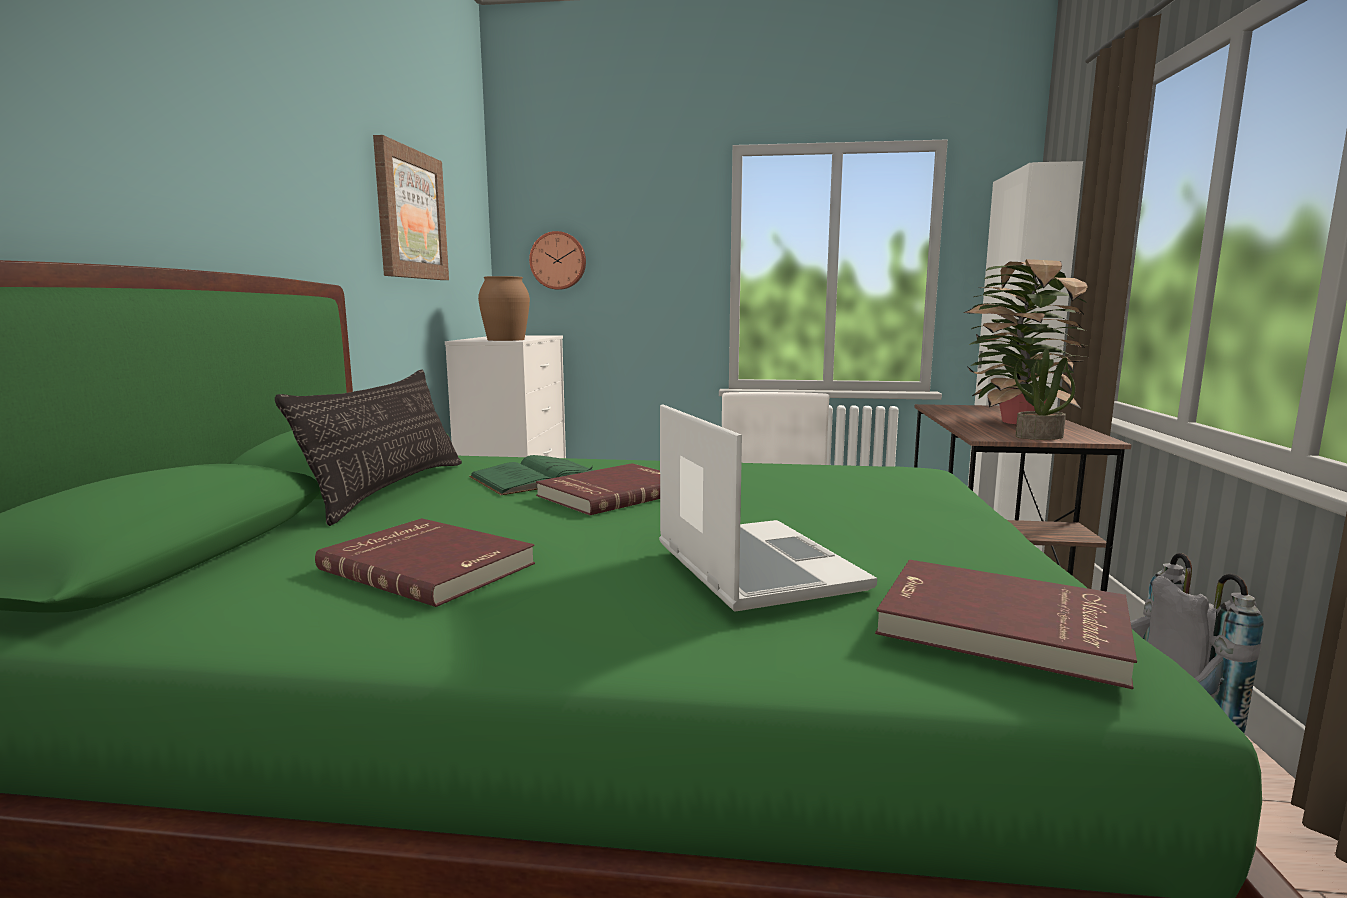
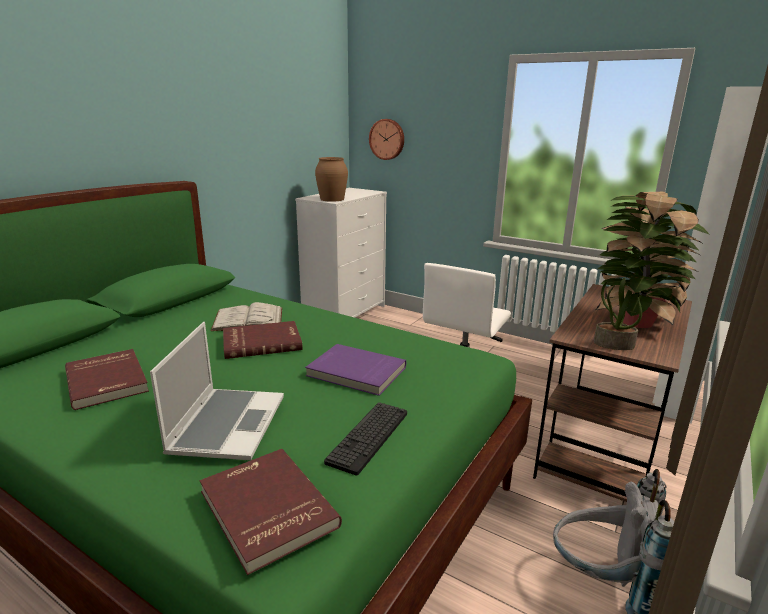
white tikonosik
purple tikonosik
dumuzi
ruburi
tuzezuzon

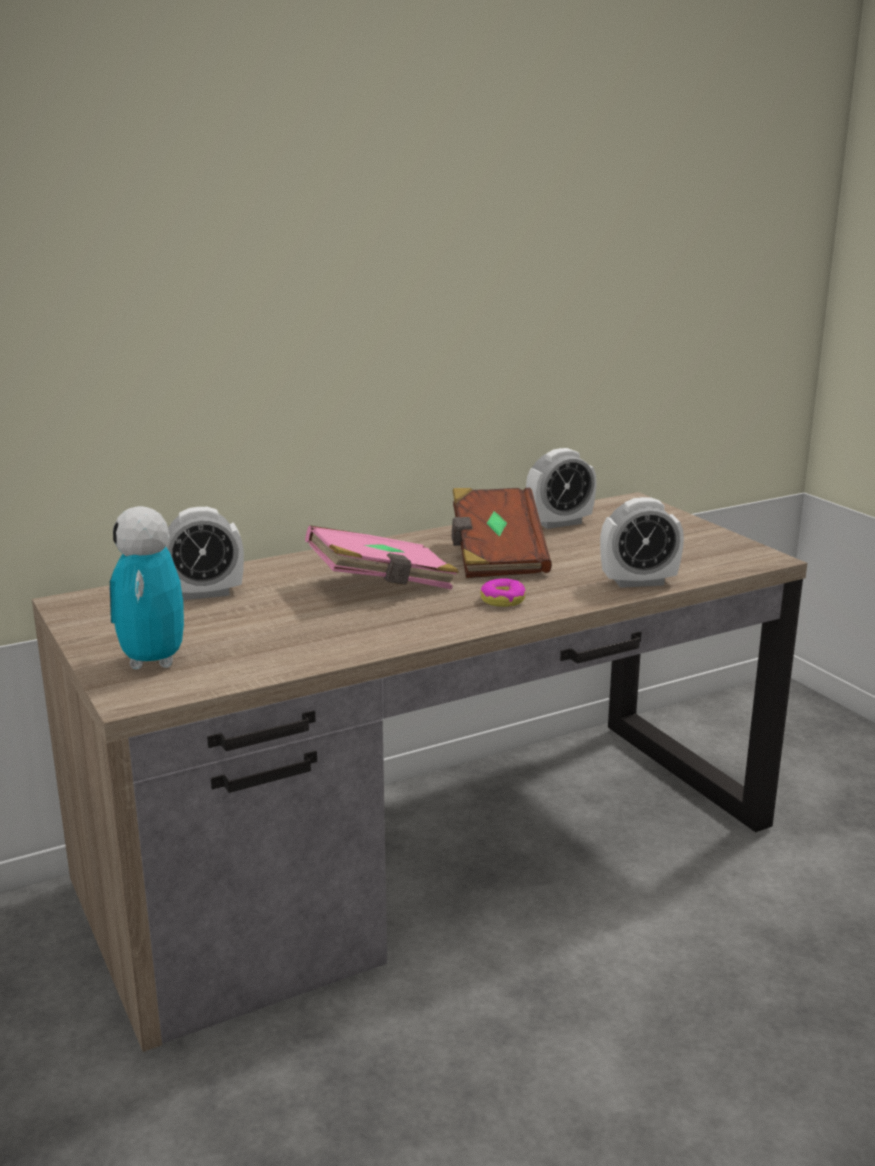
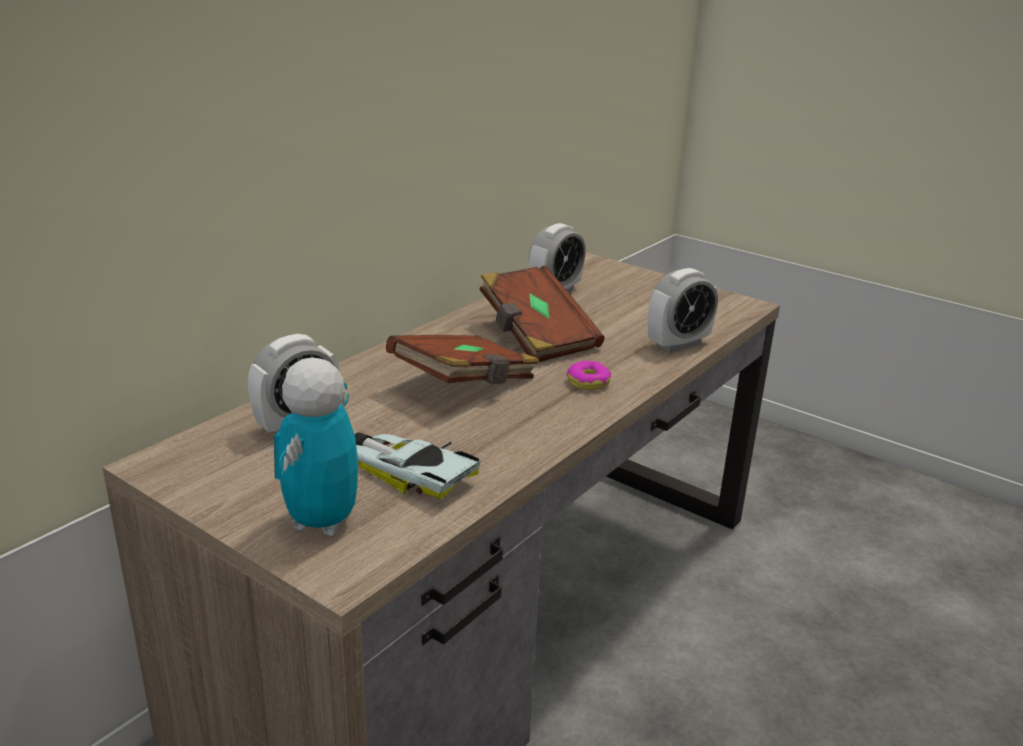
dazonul
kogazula
brown tikonosik (1st from left)

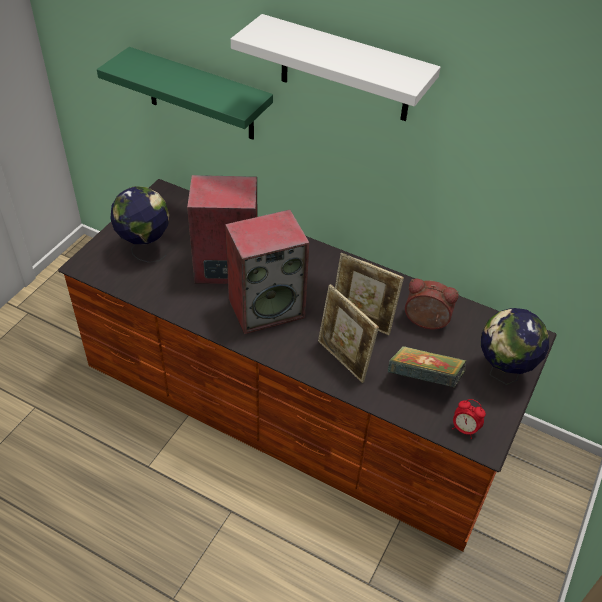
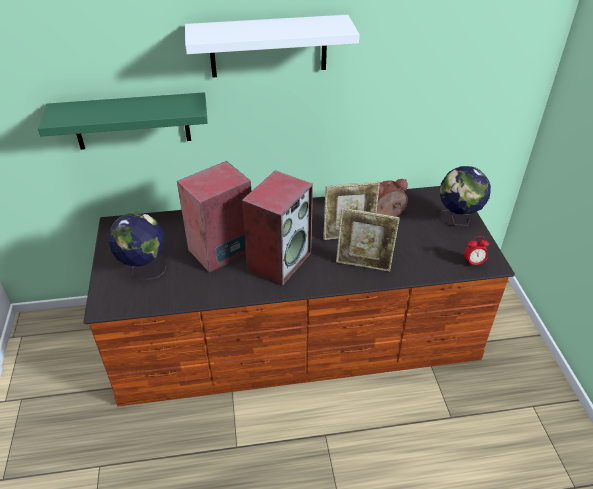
tikonosik

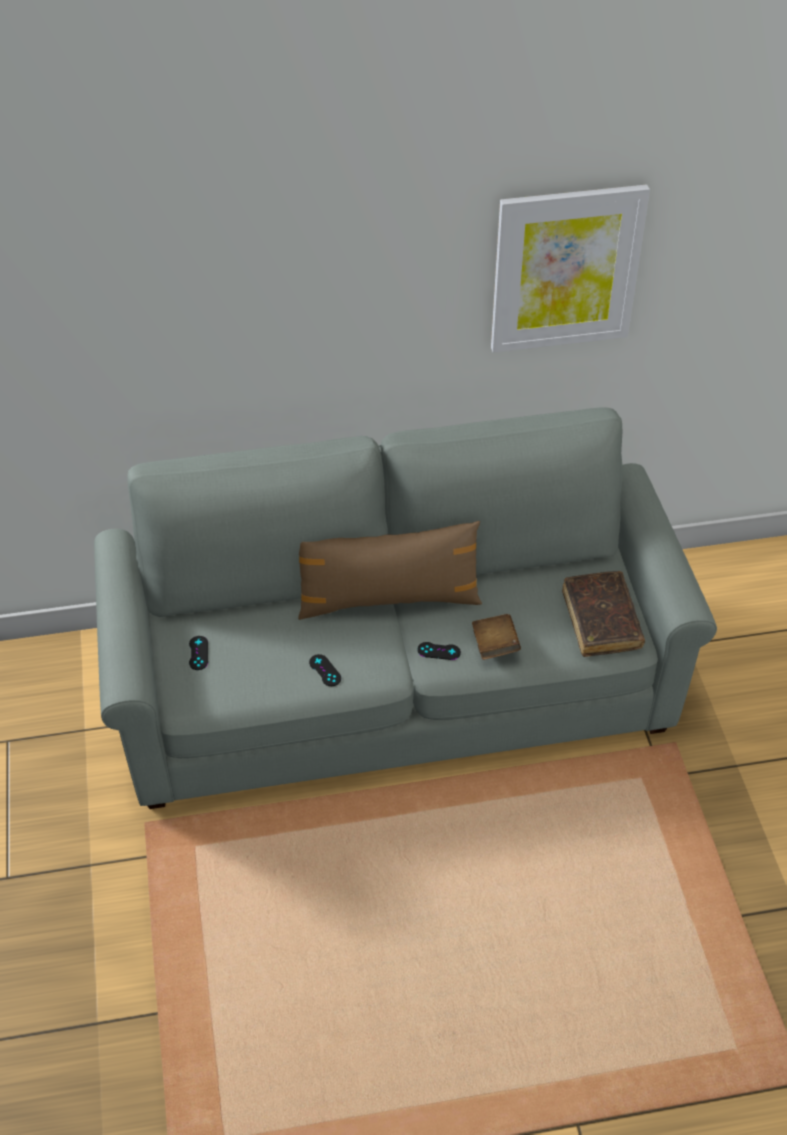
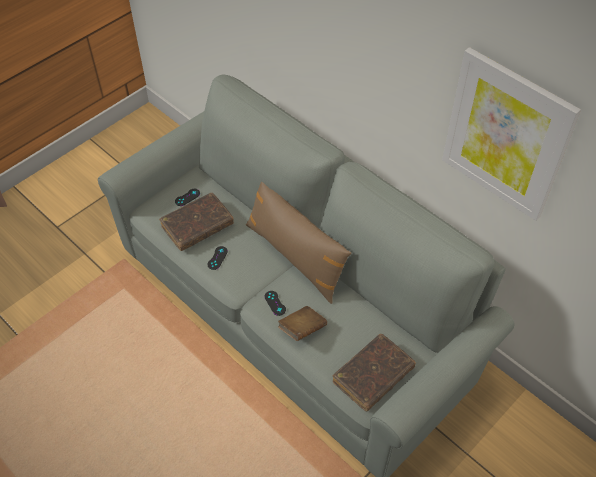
brown tikonosik (1st from left)

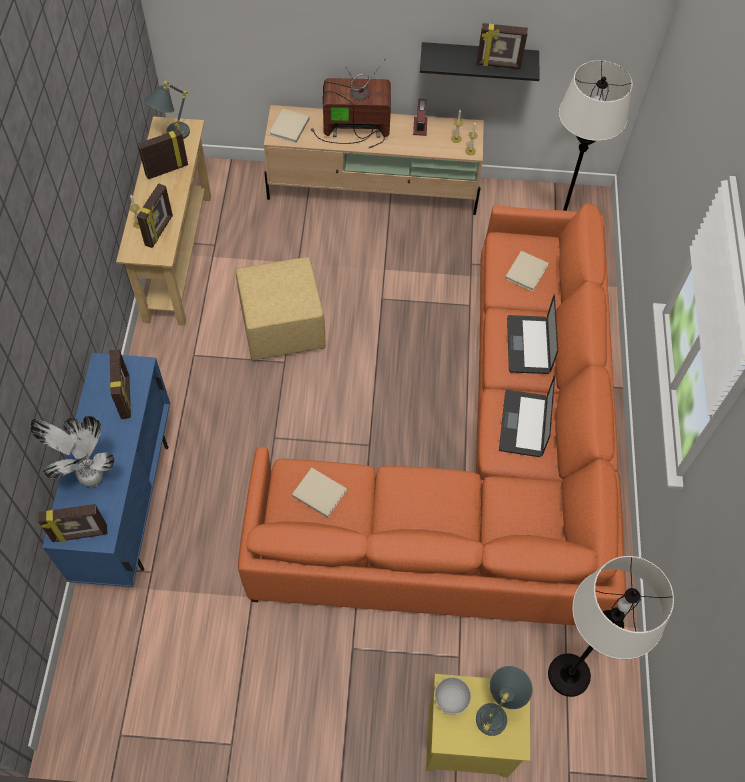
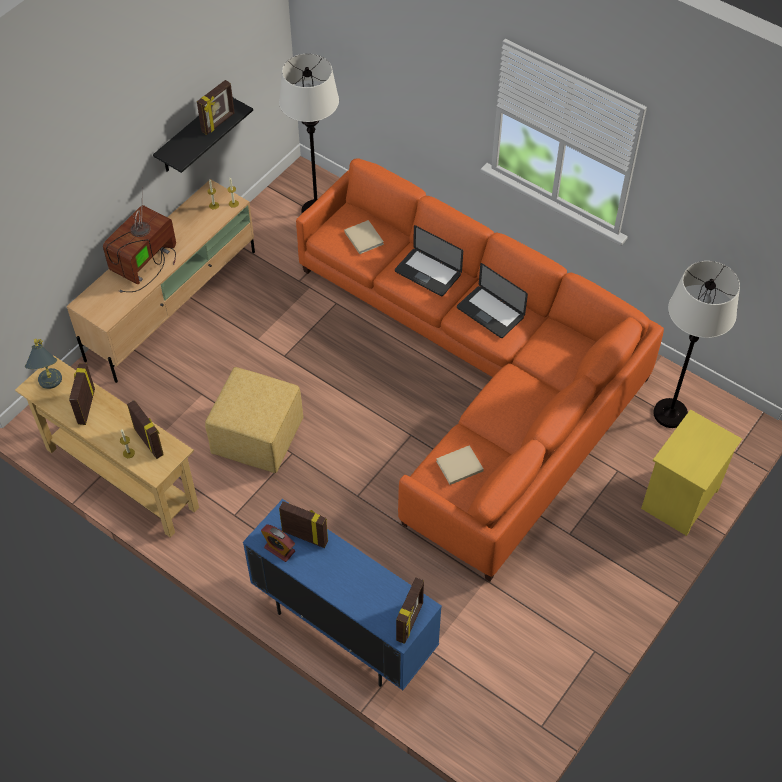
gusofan
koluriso
beige tikonosik (1st from left in the first image)
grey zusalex
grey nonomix (2nd from left in the first image)

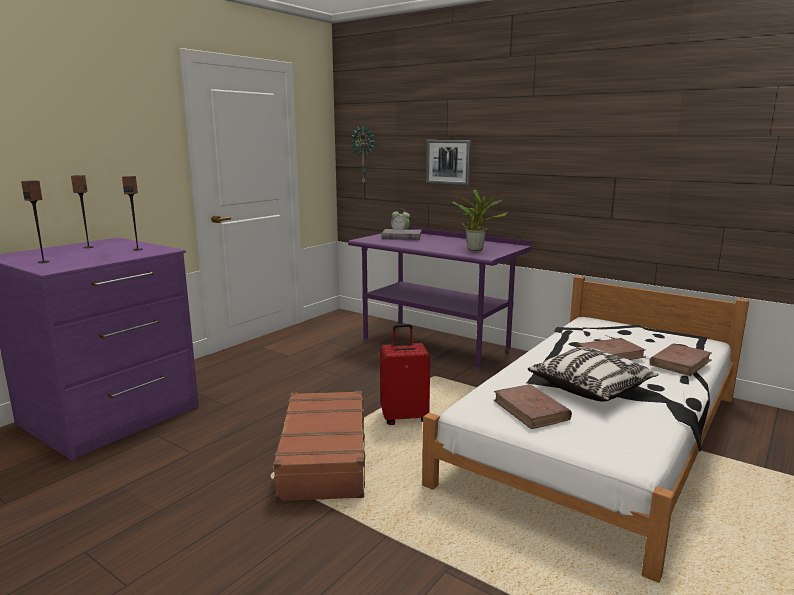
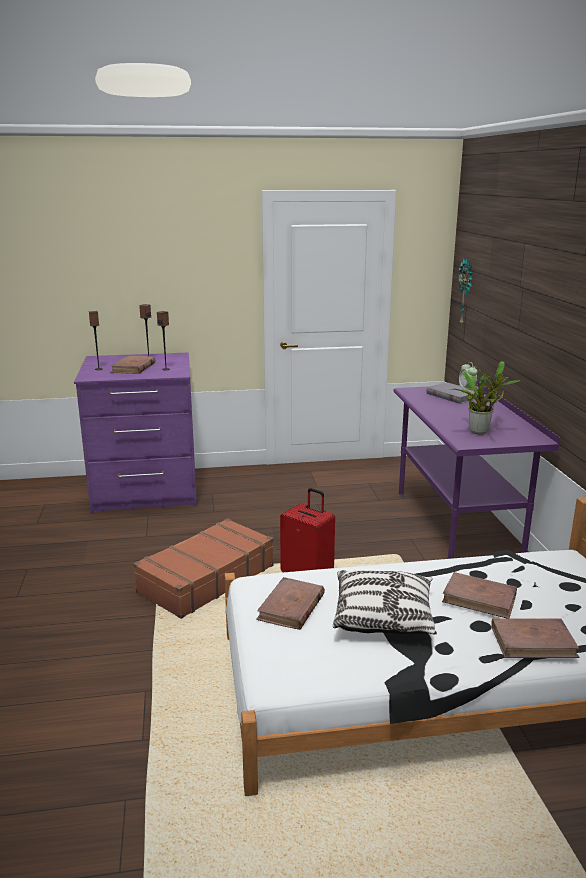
brown tikonosik (1st from left)
tuzezuzon

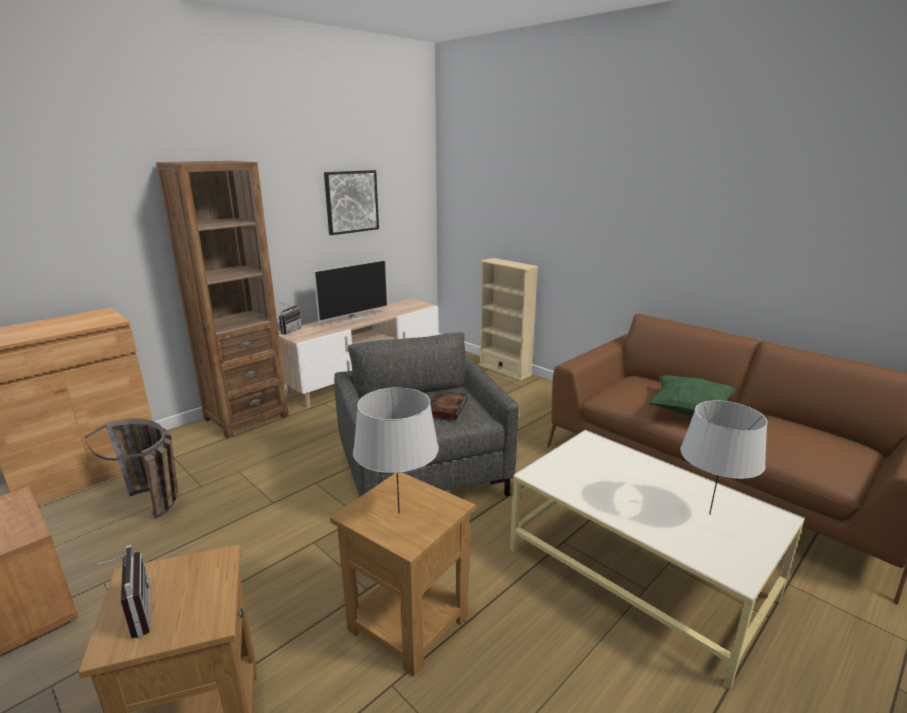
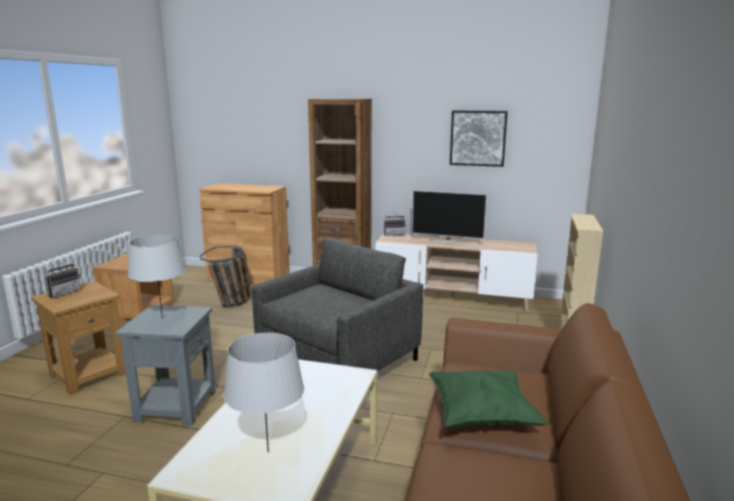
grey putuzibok
tikonosik

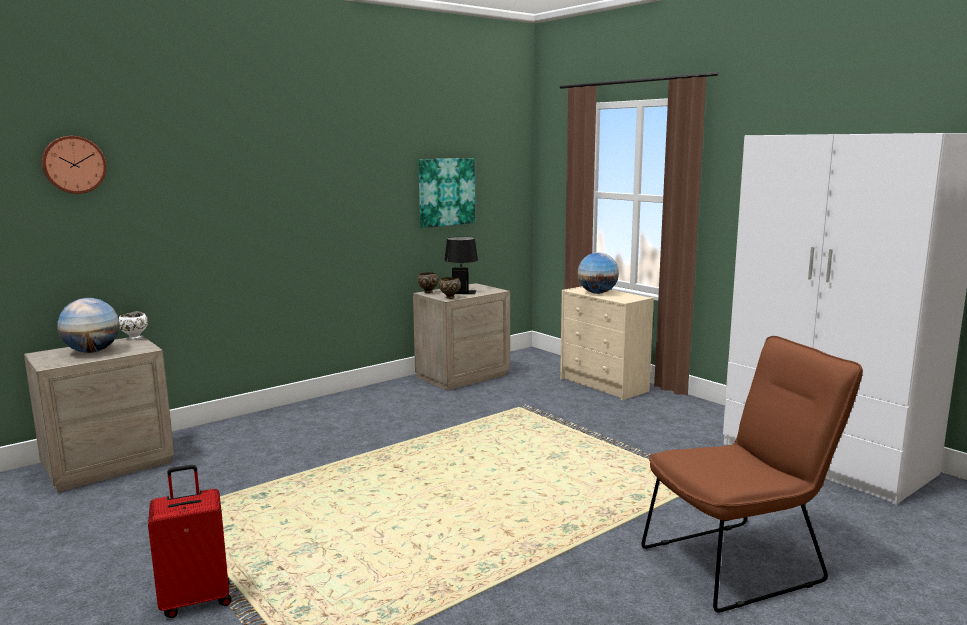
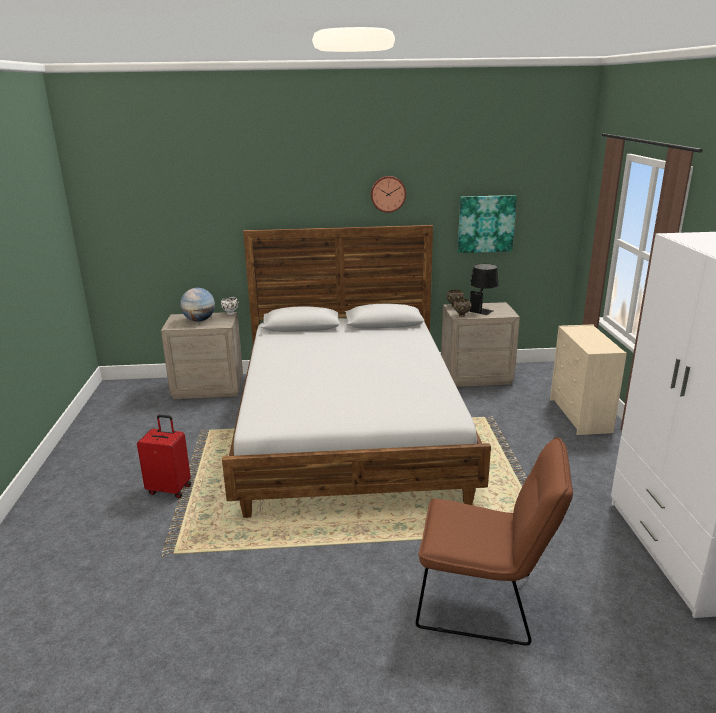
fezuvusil
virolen
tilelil (2nd from left in the first image)

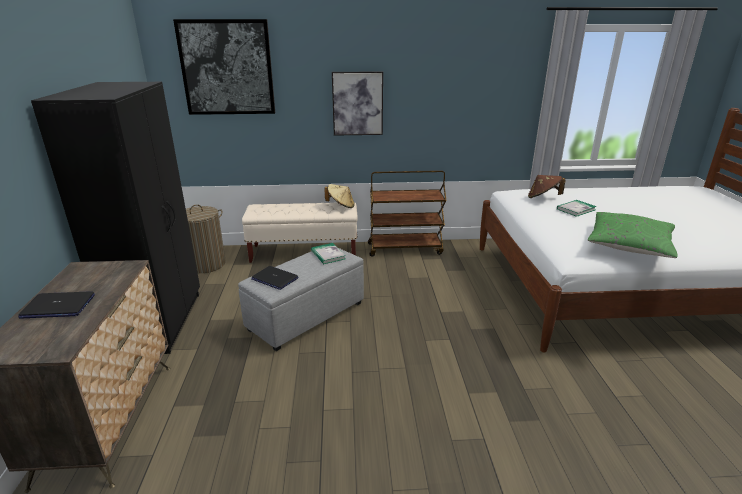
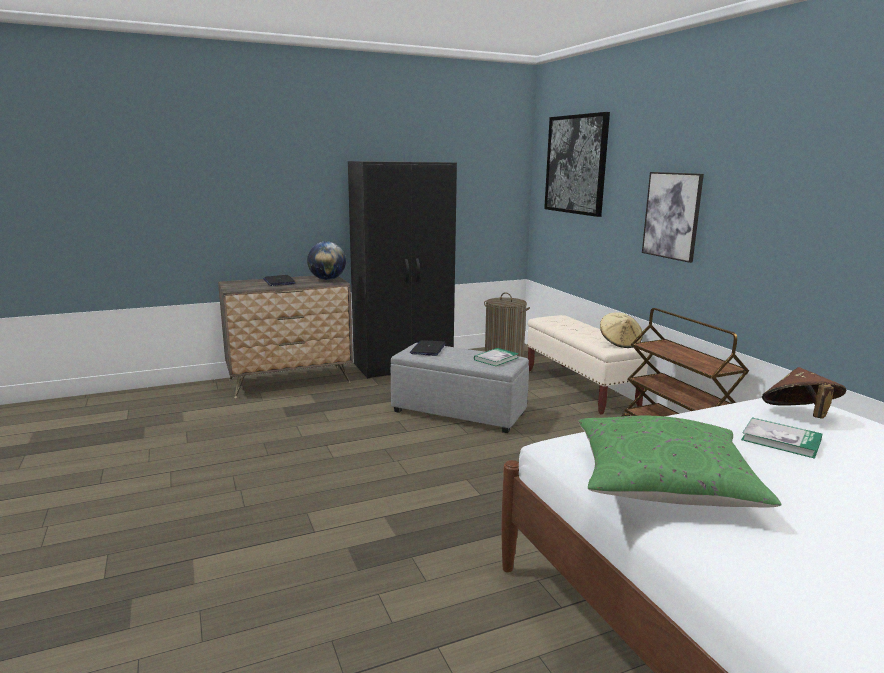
tilelil

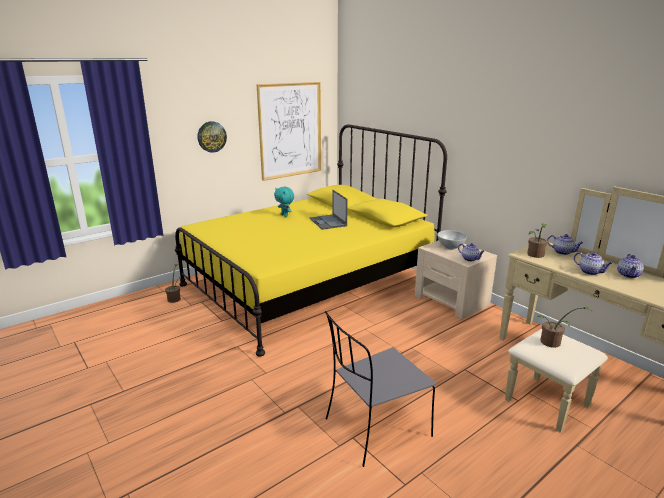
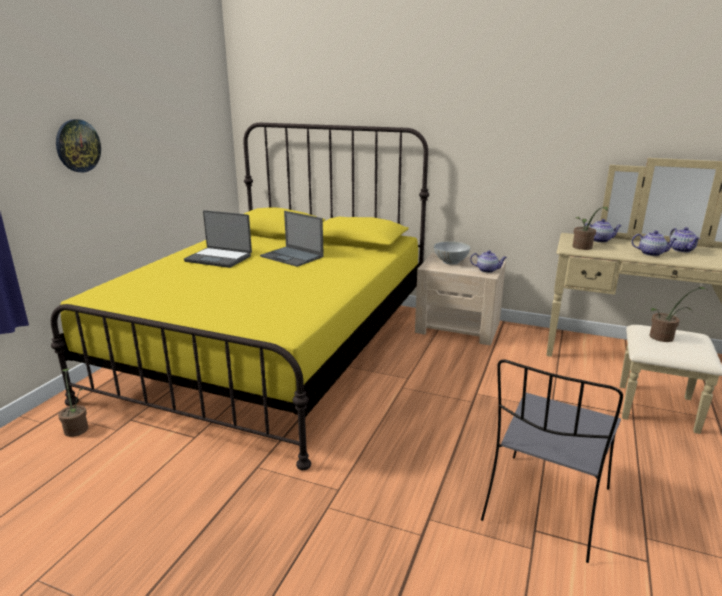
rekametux (1st from left)
tuzezuzon

